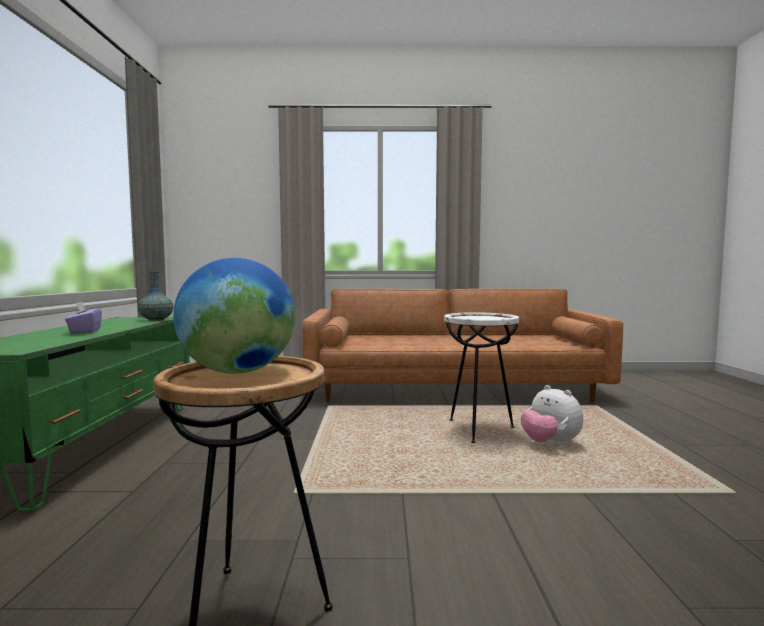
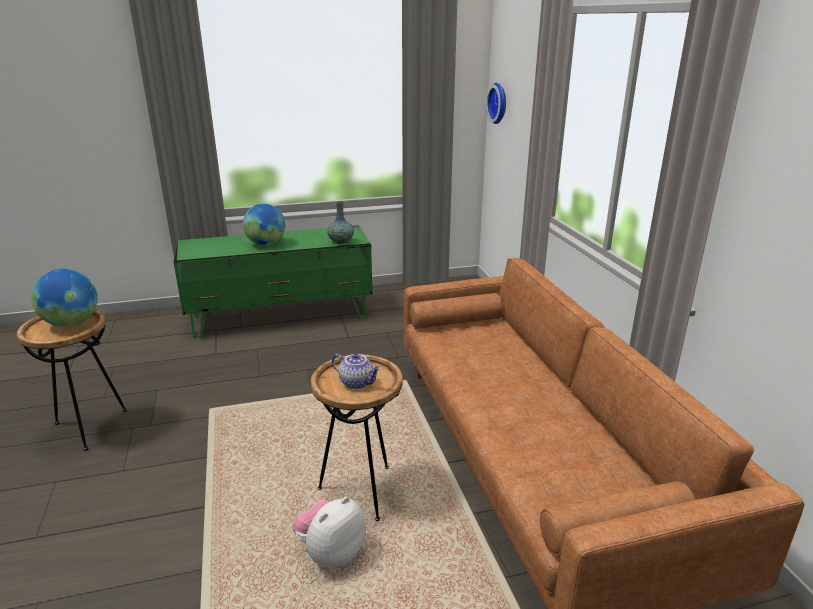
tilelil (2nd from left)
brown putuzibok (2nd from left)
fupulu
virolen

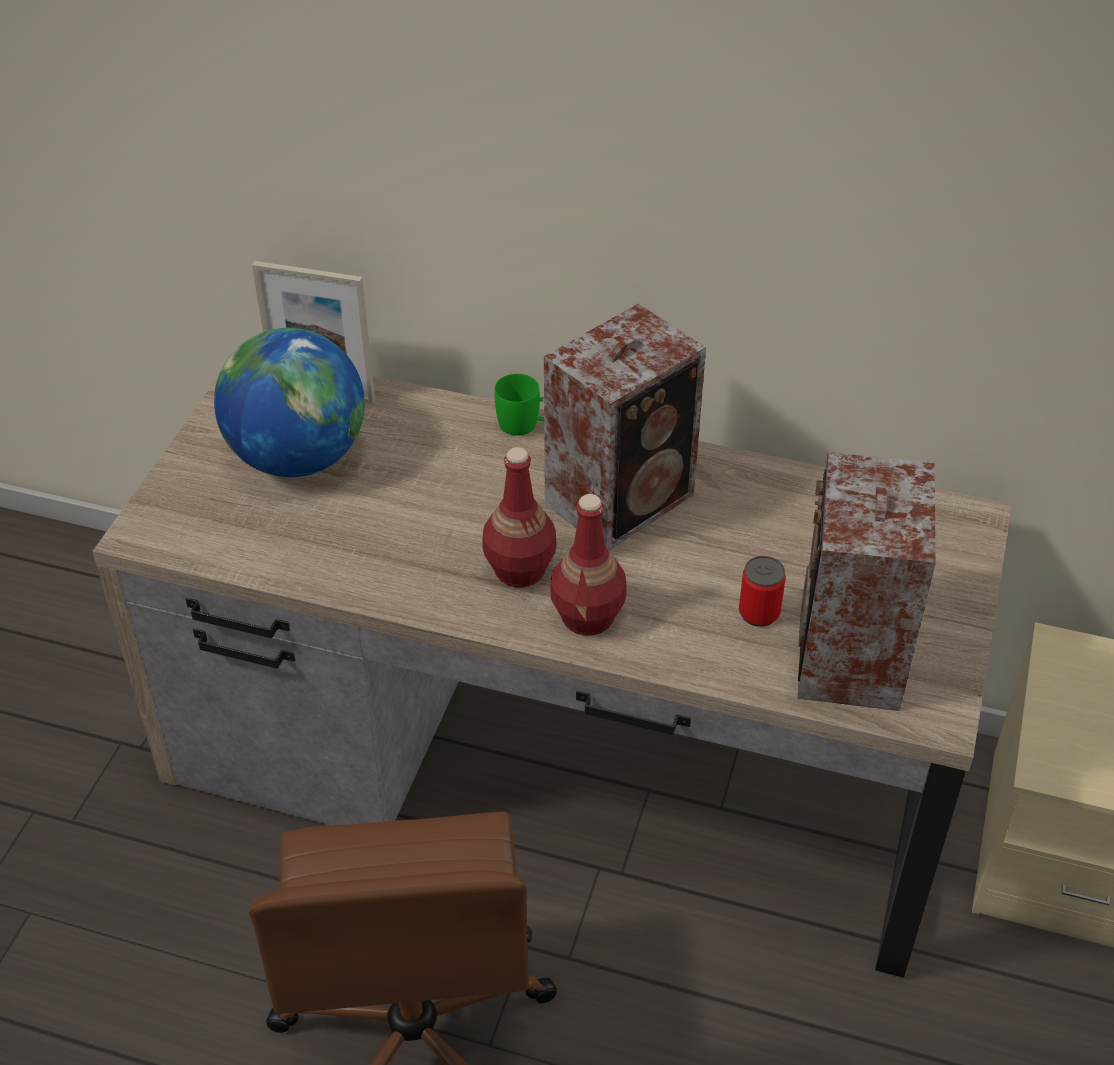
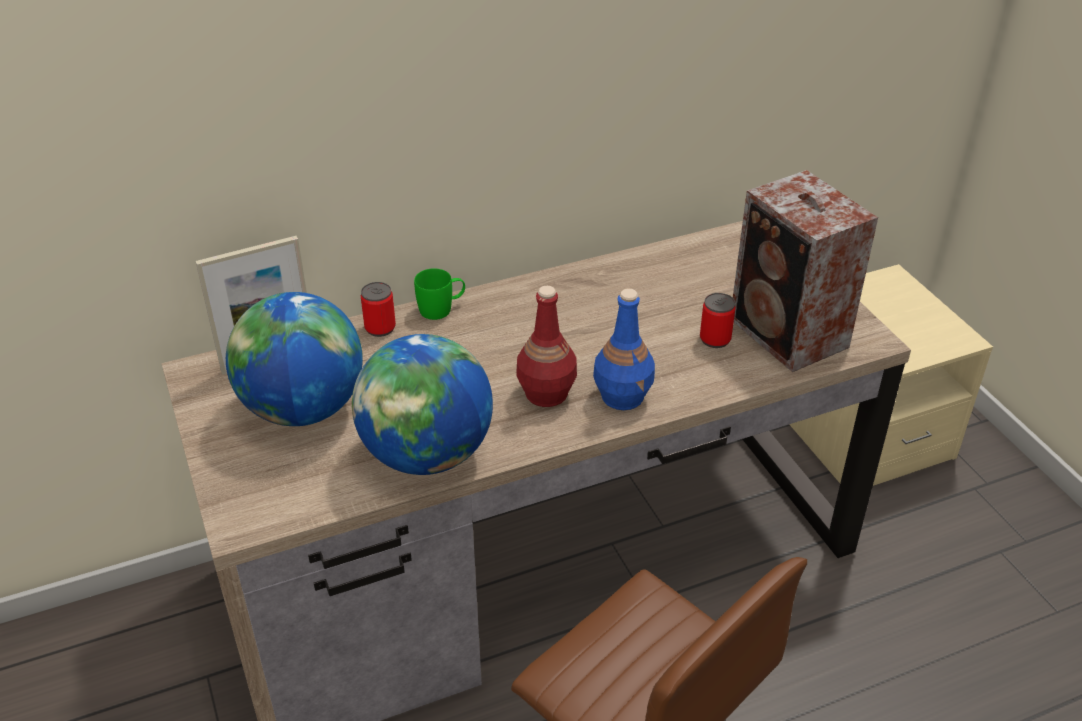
tilelil (2nd from left)
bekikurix (1st from left)
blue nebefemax
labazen (1st from left in the first image)

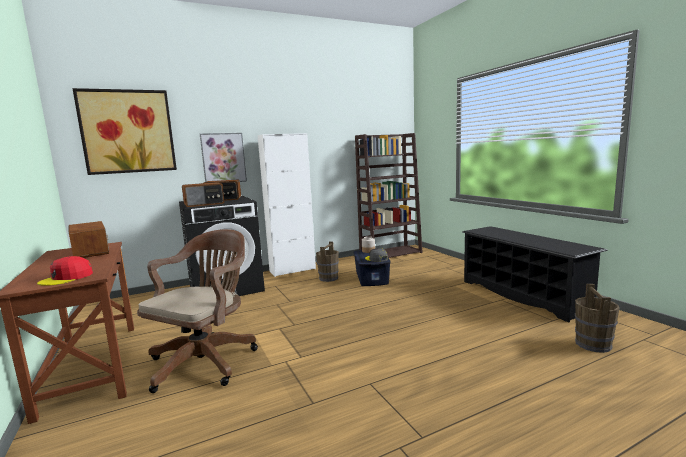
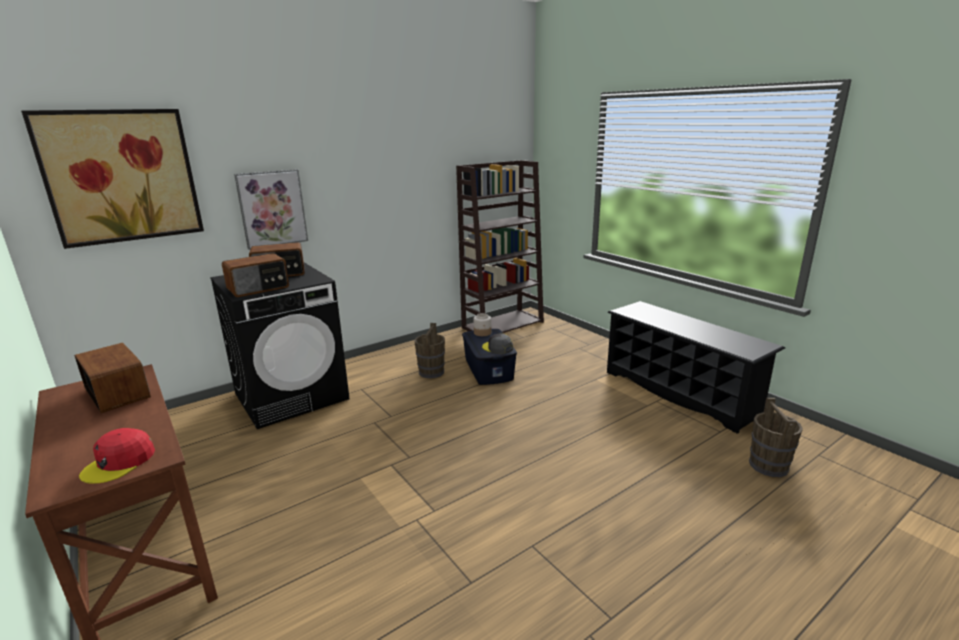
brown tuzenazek
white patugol

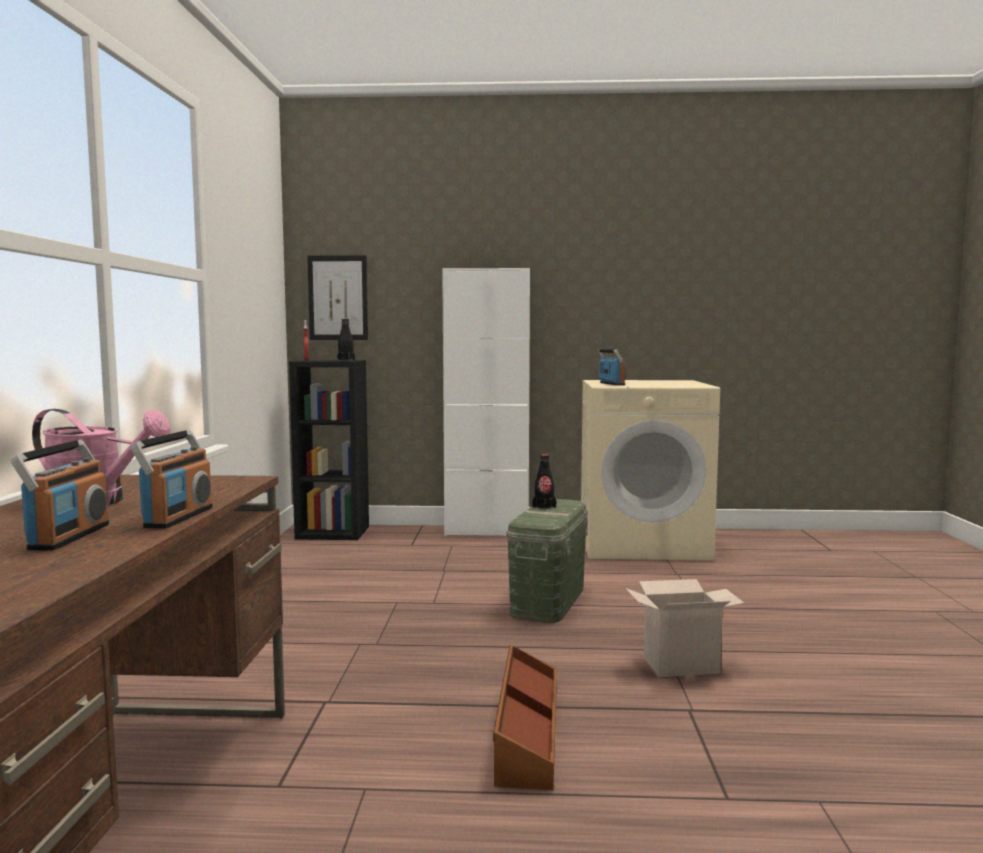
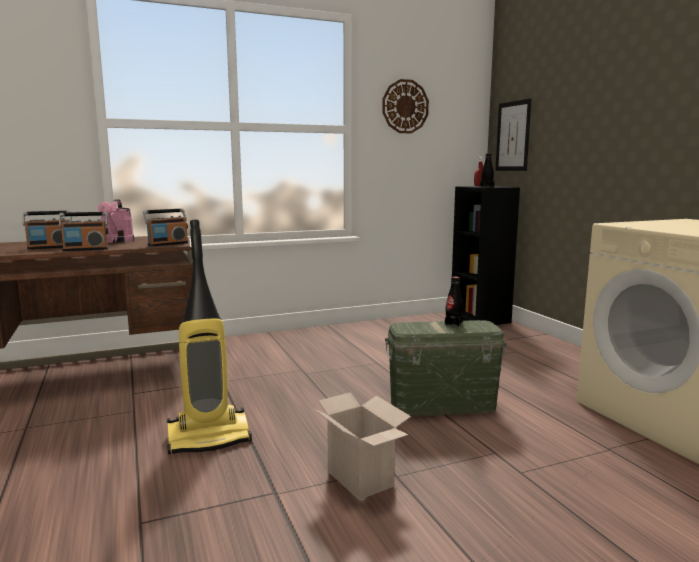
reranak (3rd from left)
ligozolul
virolen
white patugol

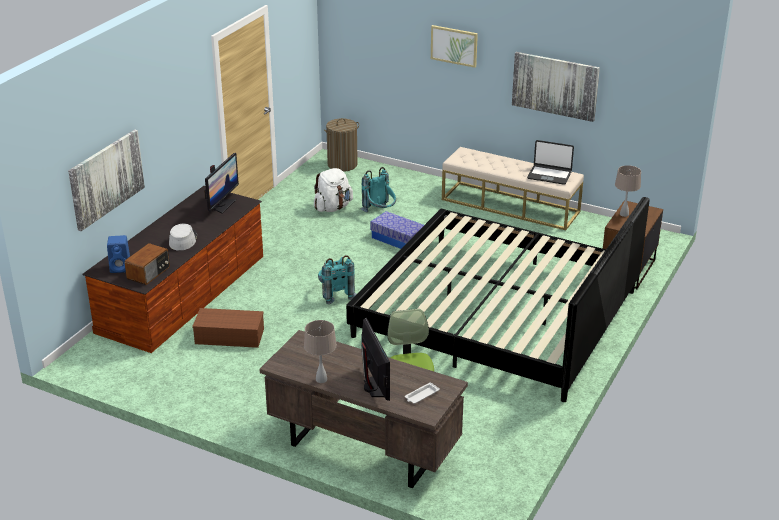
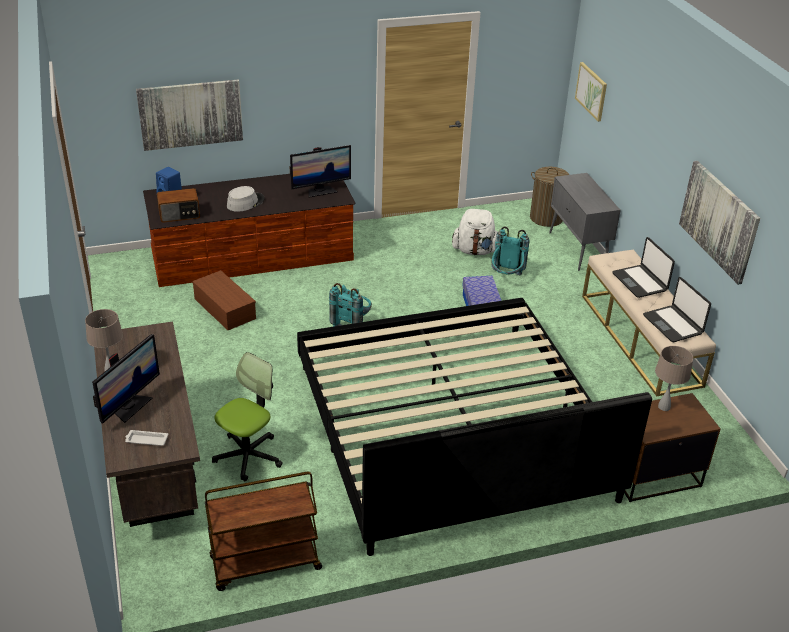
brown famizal
grey patugol
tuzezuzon (2nd from left)
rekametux (1st from left)

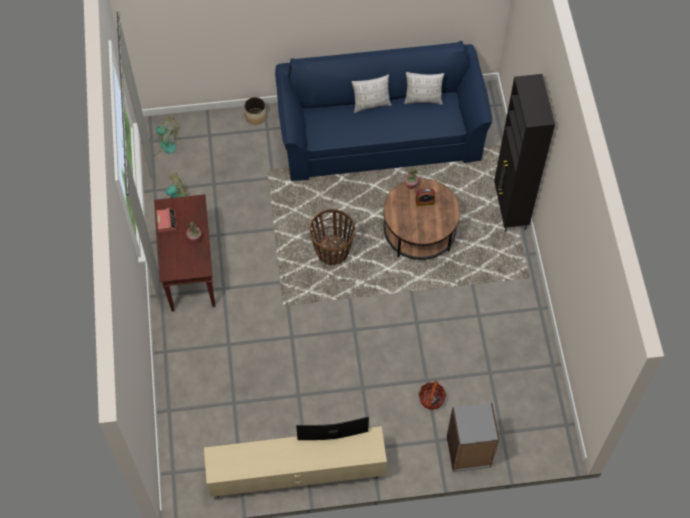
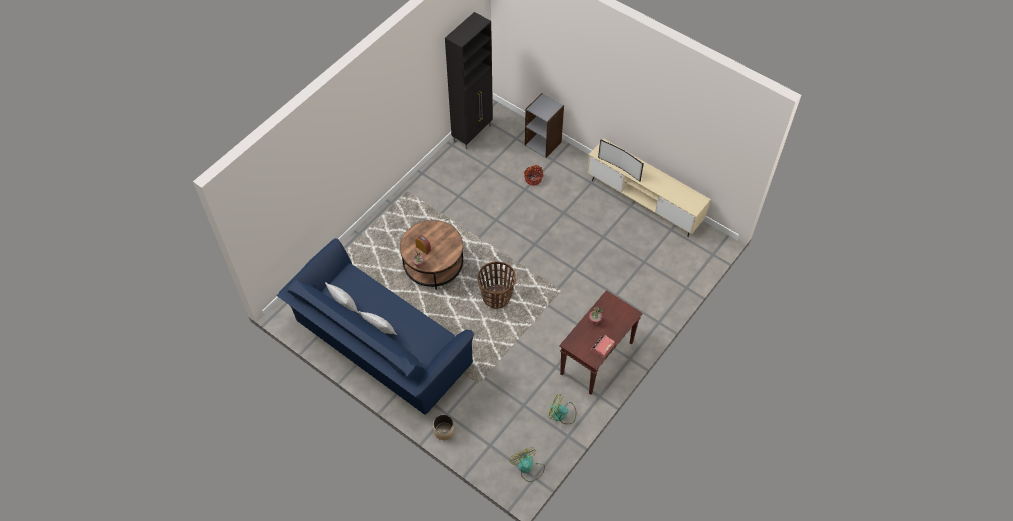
black patugol

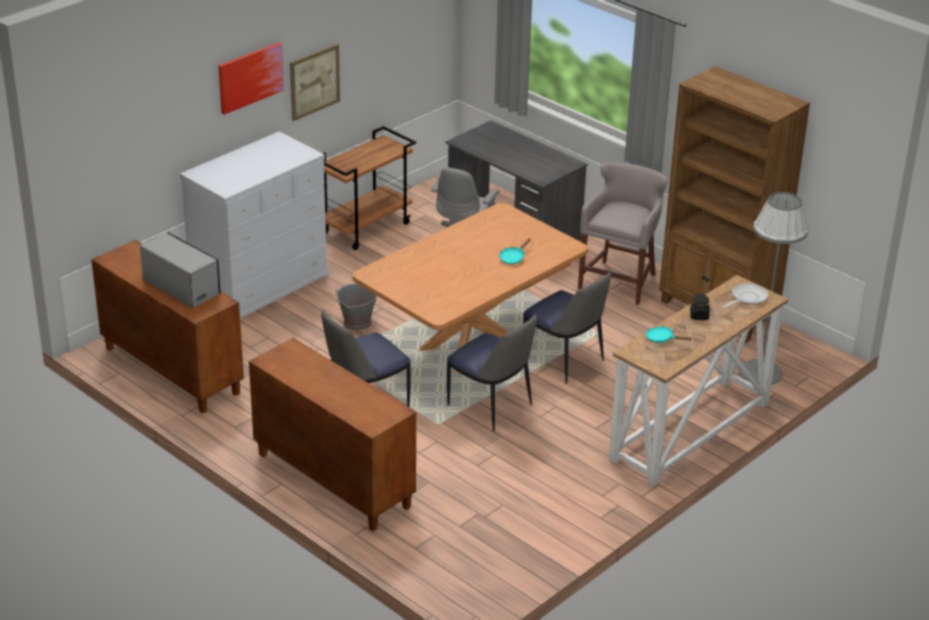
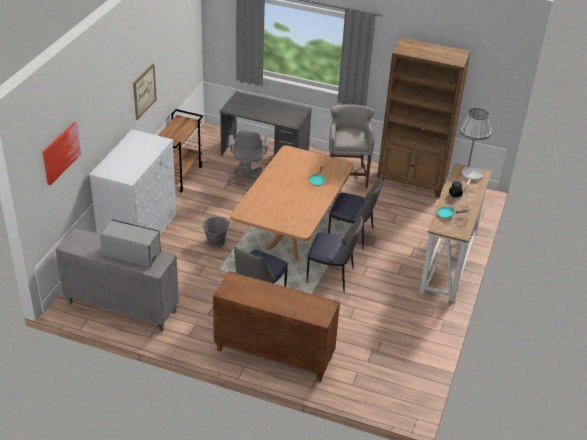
tuzezuzon (1st from left)
grey patugol

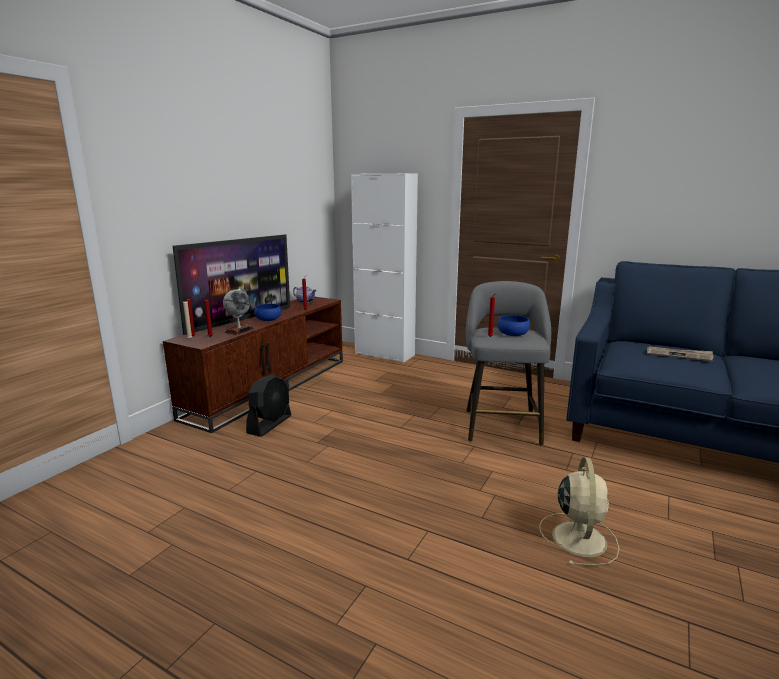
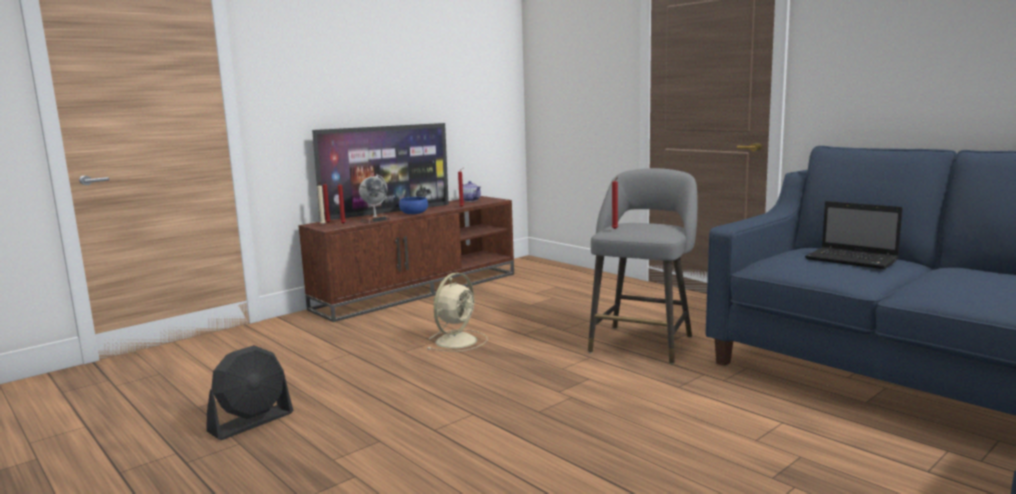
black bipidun
beige bipidun
rekametux
white patugol
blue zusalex (2nd from left in the first image)

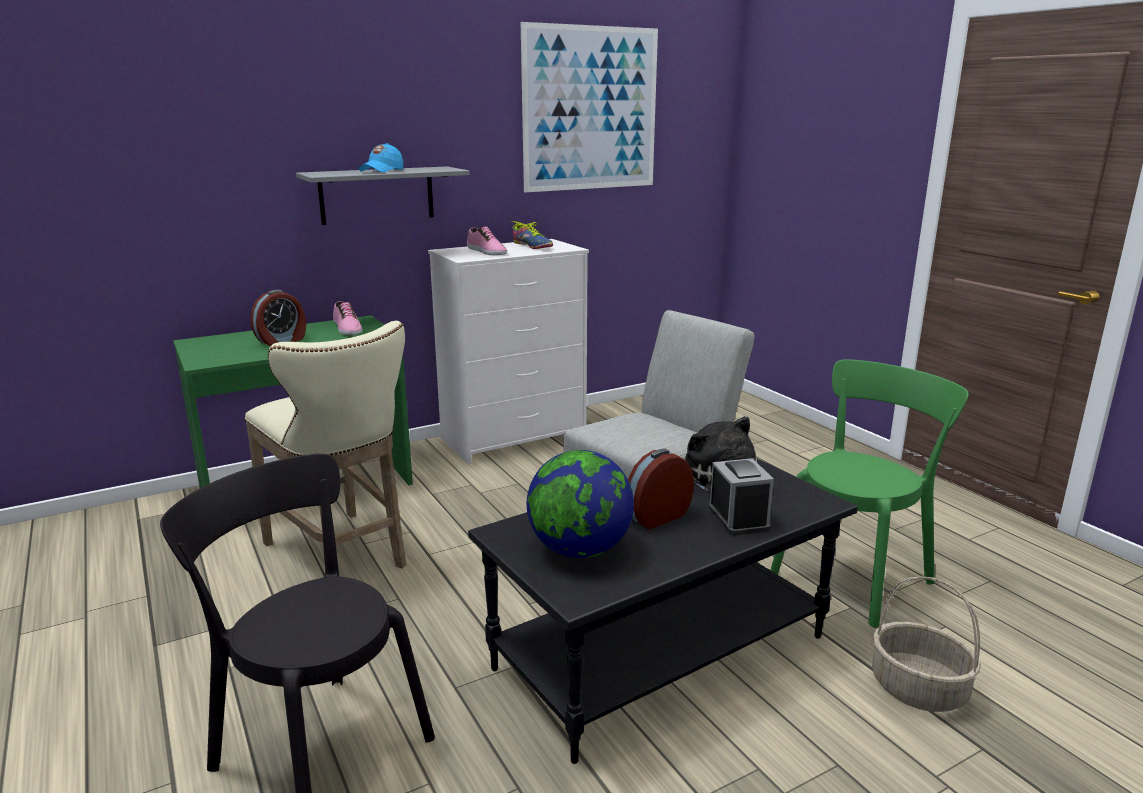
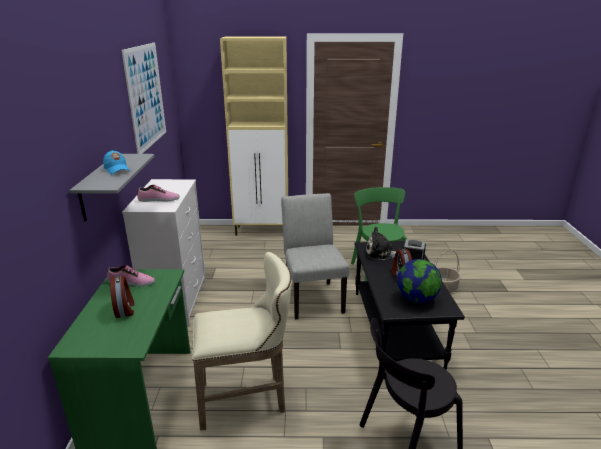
beige patugol
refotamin (3rd from left in the first image)

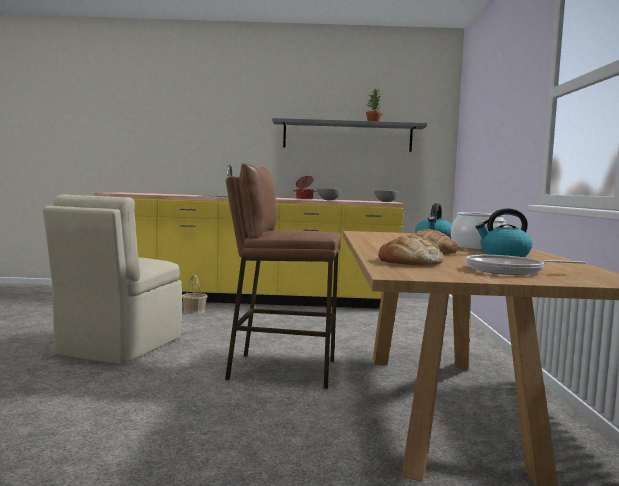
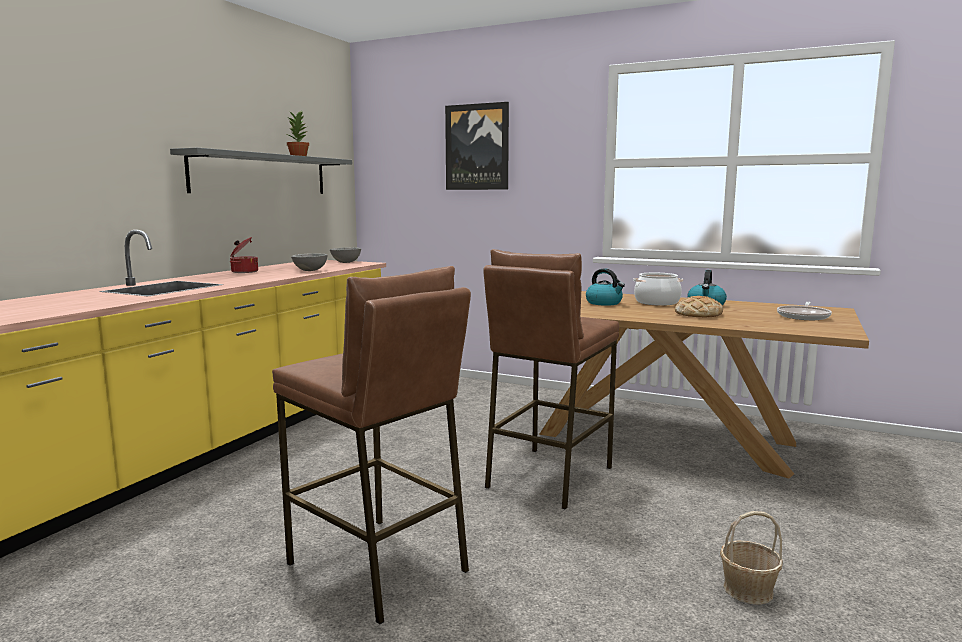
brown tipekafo (1st from left)
tuzezuzon
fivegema
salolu (1st from left in the first image)

